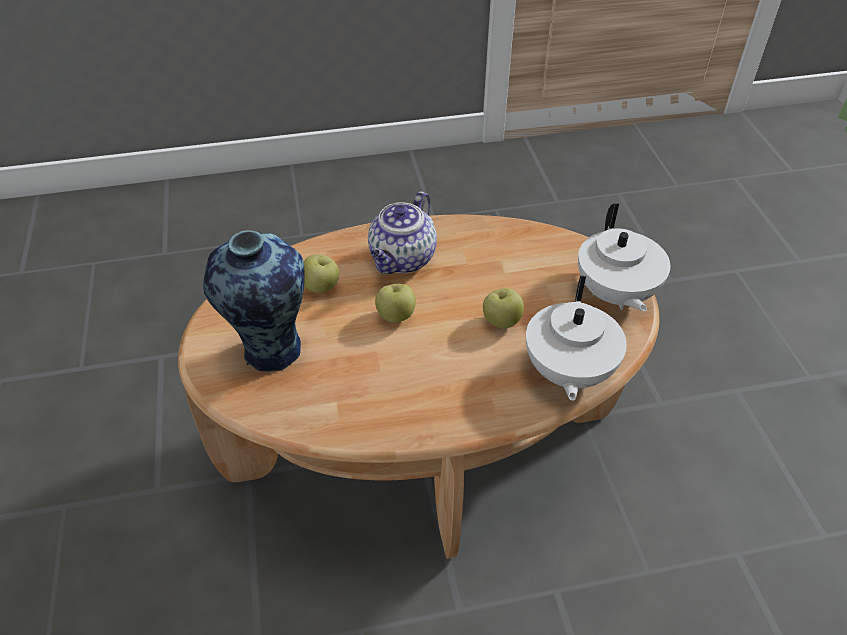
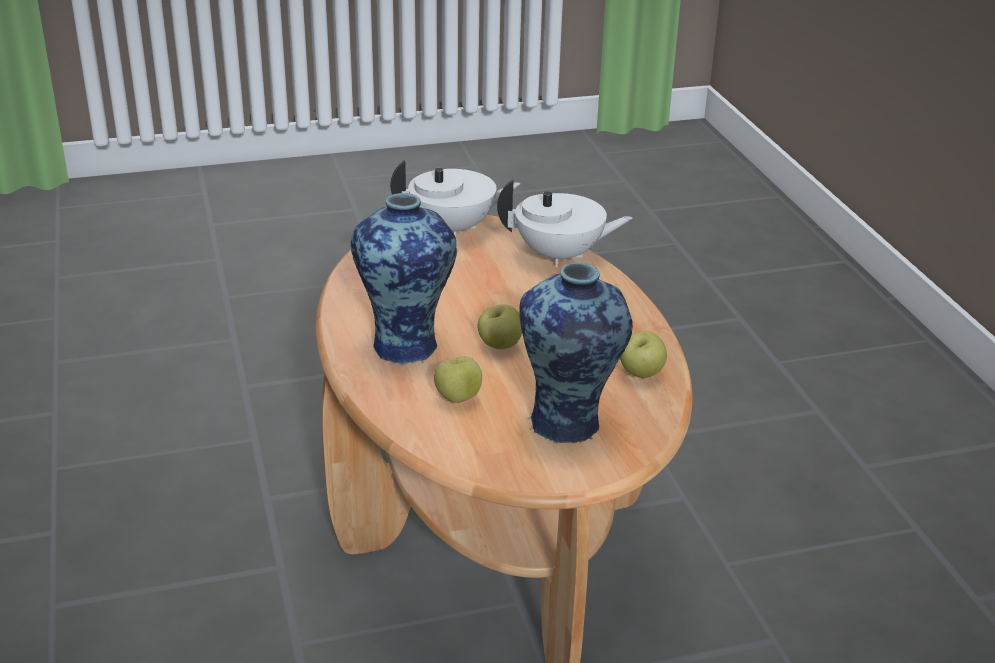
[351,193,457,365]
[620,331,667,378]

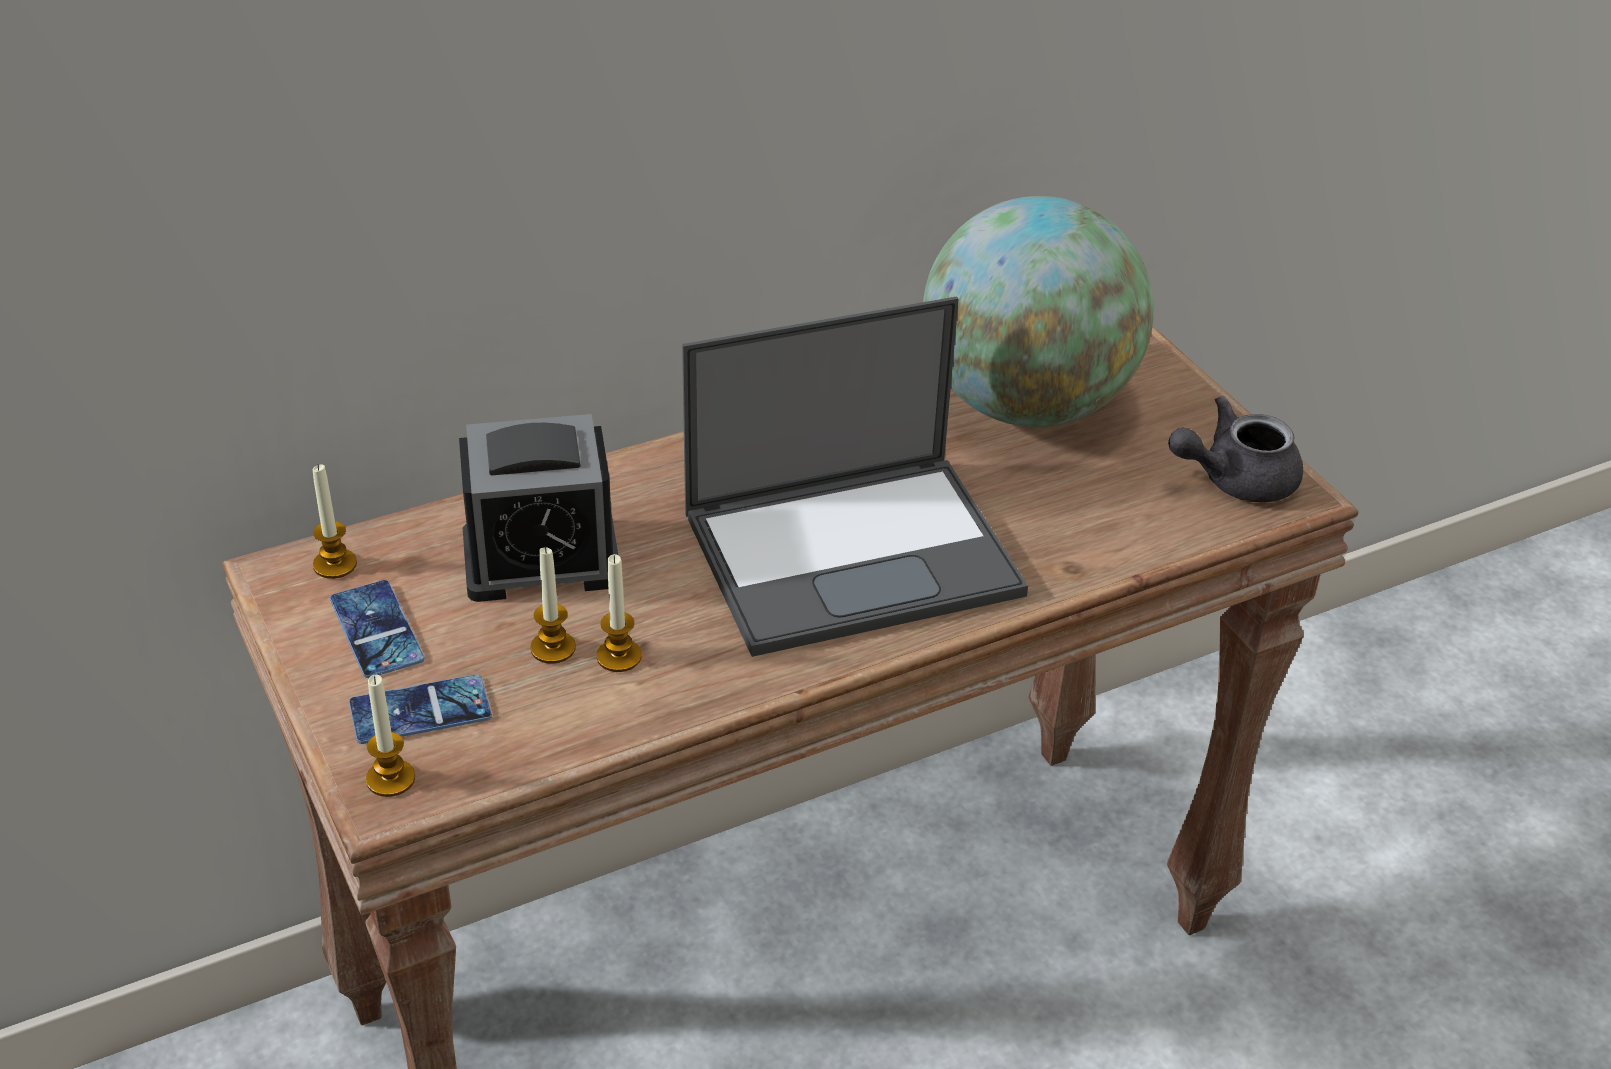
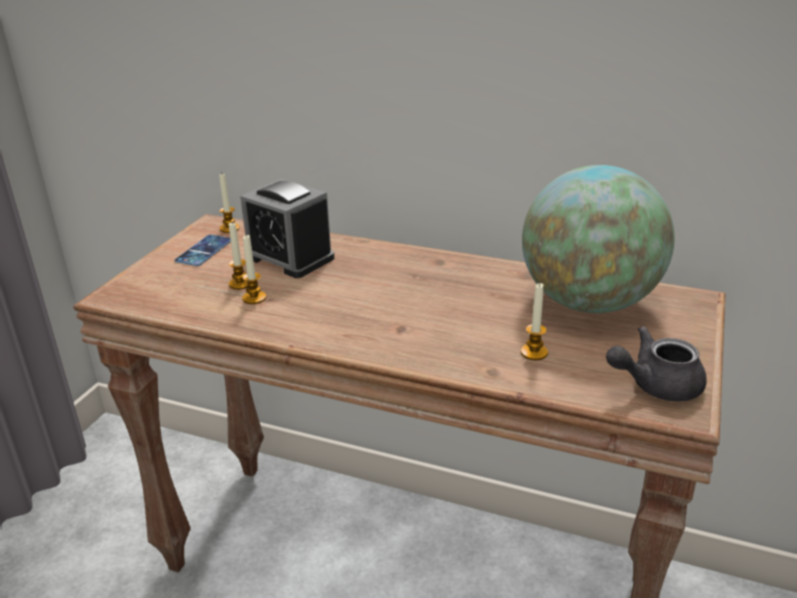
[521,283,548,360]
[606,326,707,402]
[349,674,492,744] (first image)
[682,297,1028,657] (first image)

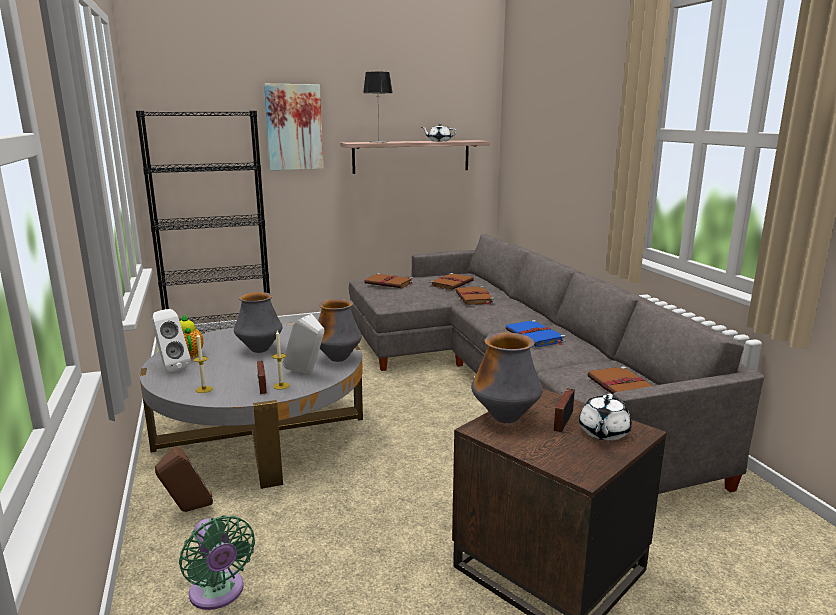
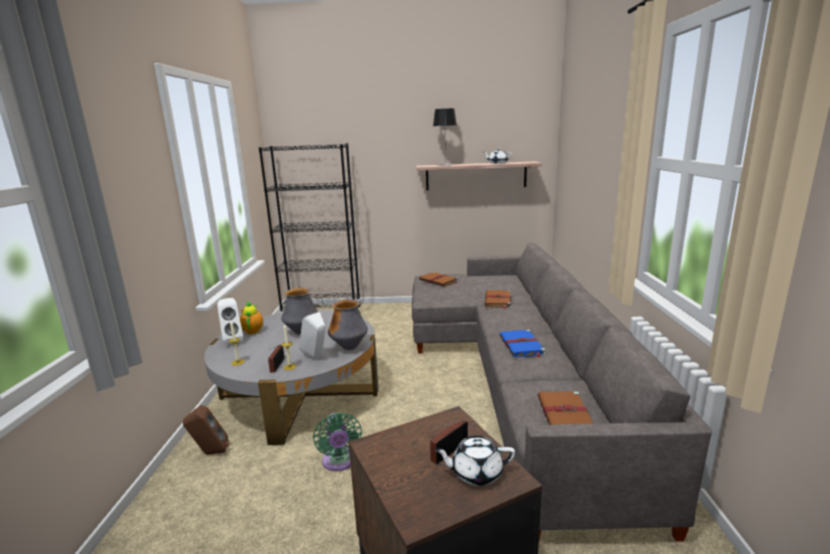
[313,412,362,471]
[434,436,515,486]
[264,84,324,170] (first image)
[429,273,474,290] (first image)
[471,333,543,423] (first image)

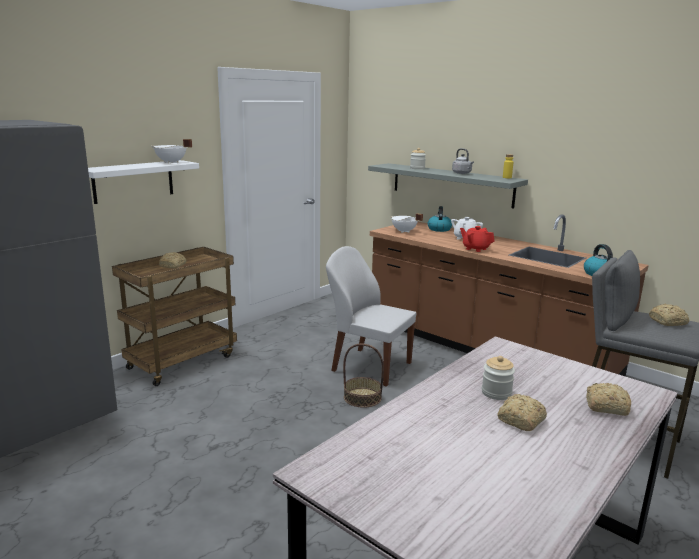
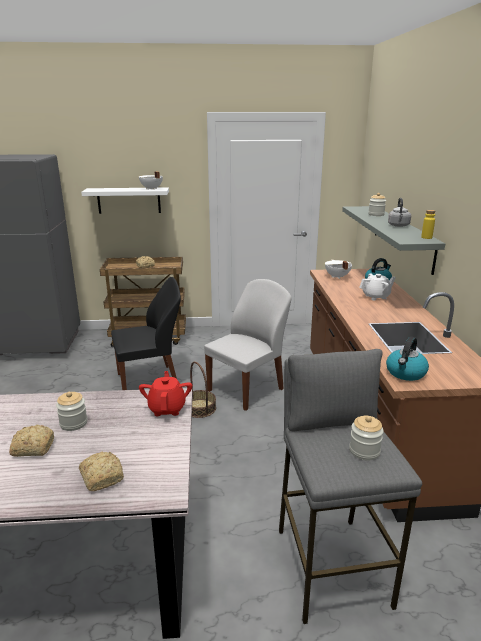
[111,277,181,390]
[139,371,192,416]
[204,279,292,411]
[349,416,384,461]

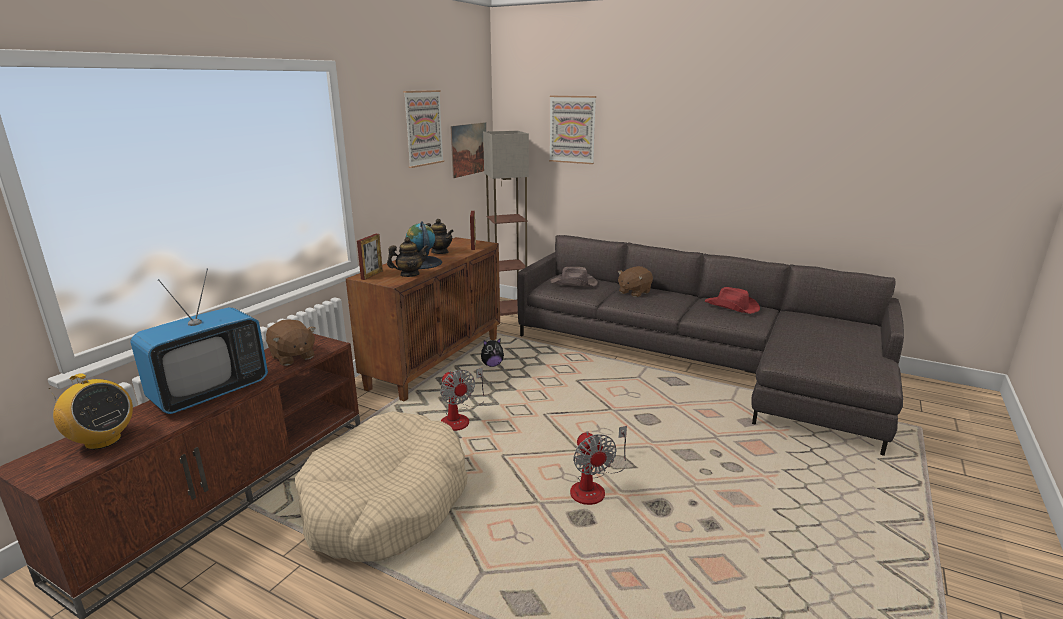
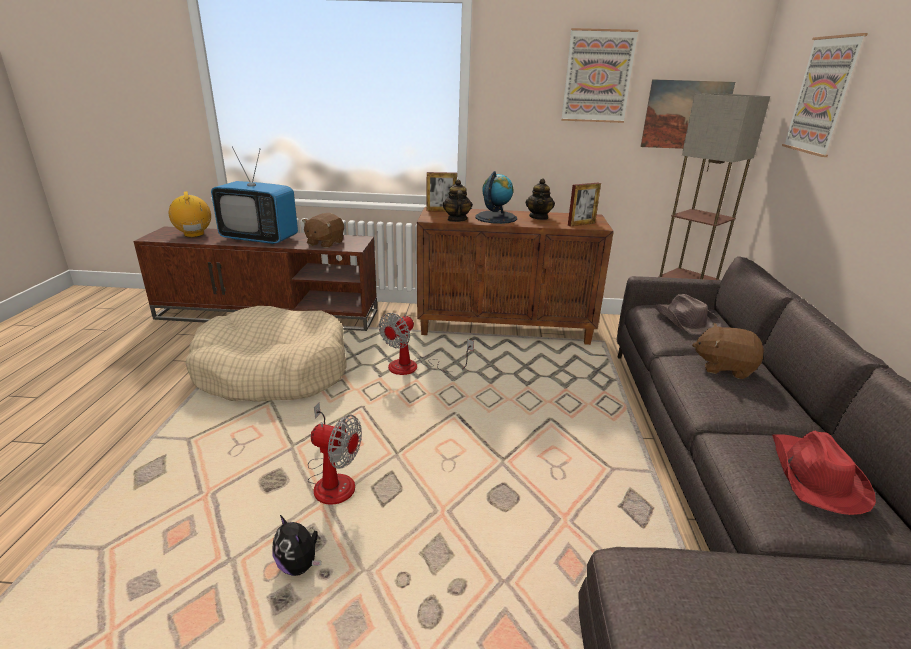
[169,191,211,237]
[272,515,321,576]
[308,402,362,505]
[443,180,473,222]

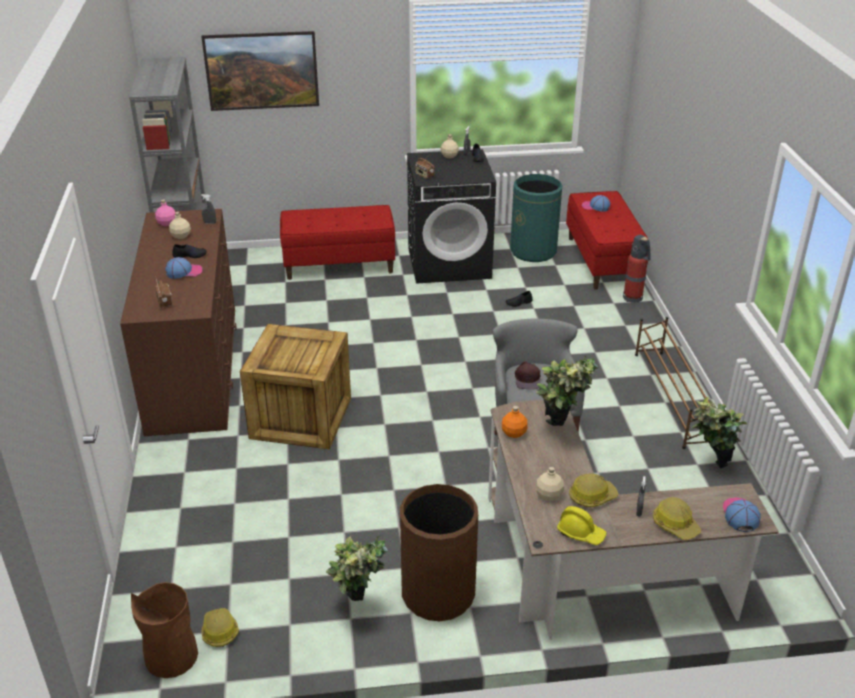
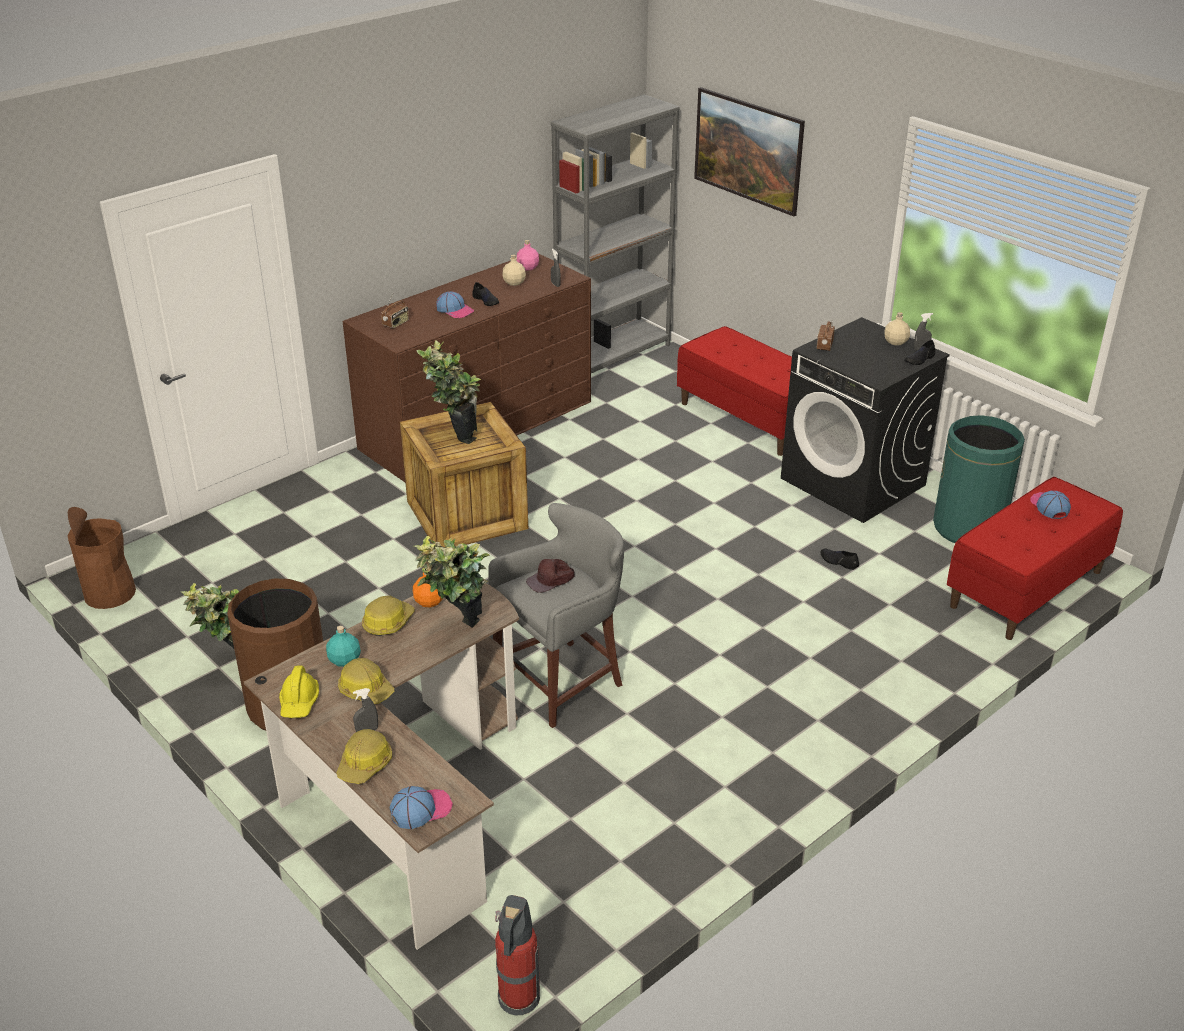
[326,626,361,667]
[362,595,414,636]
[416,340,481,444]
[495,895,540,1015]
[635,317,711,449] (first image)

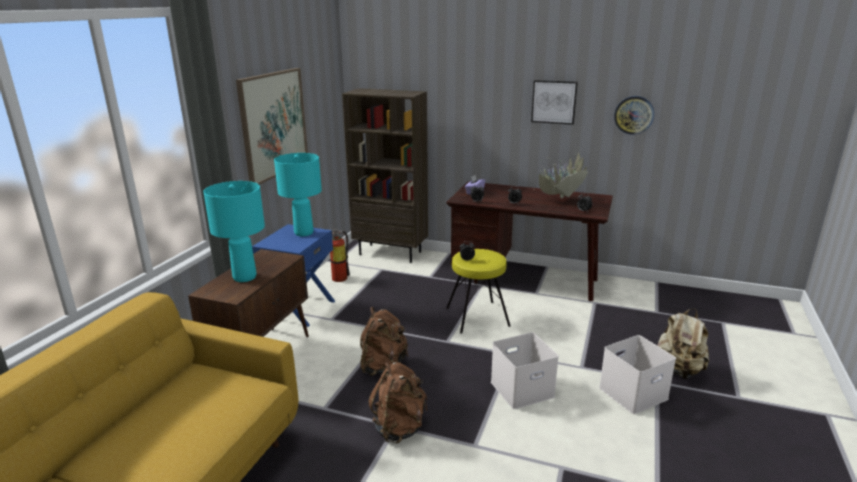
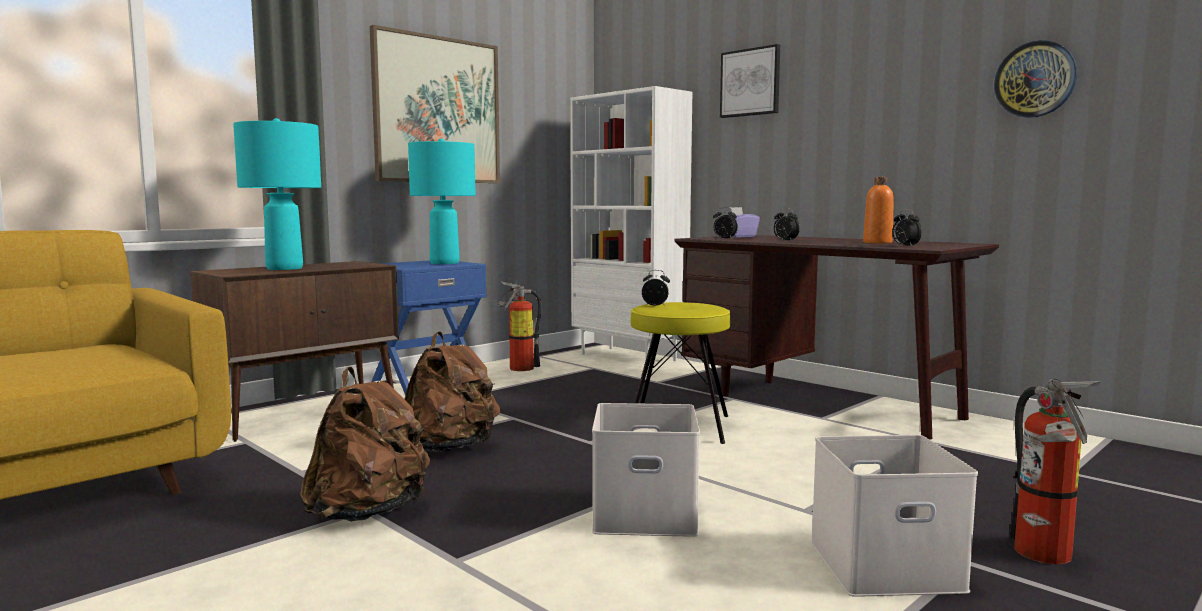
[570,86,692,368]
[720,44,780,118]
[863,177,894,244]
[1009,379,1101,564]

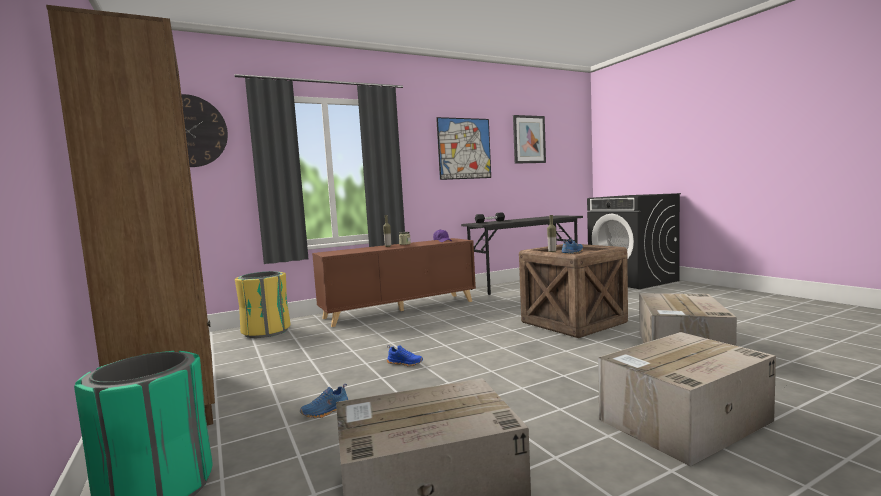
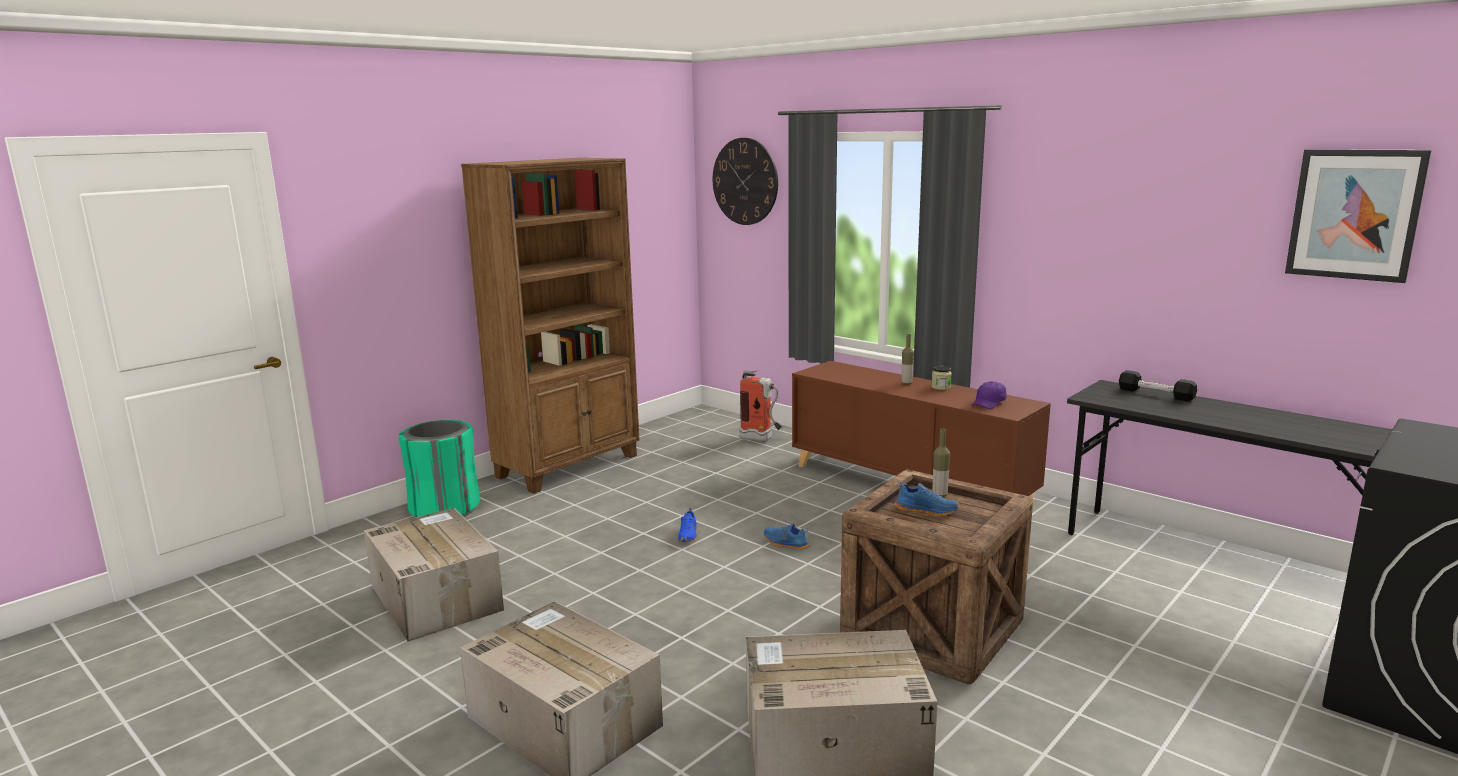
[740,370,783,442]
[764,523,809,550]
[436,117,491,180] (first image)

